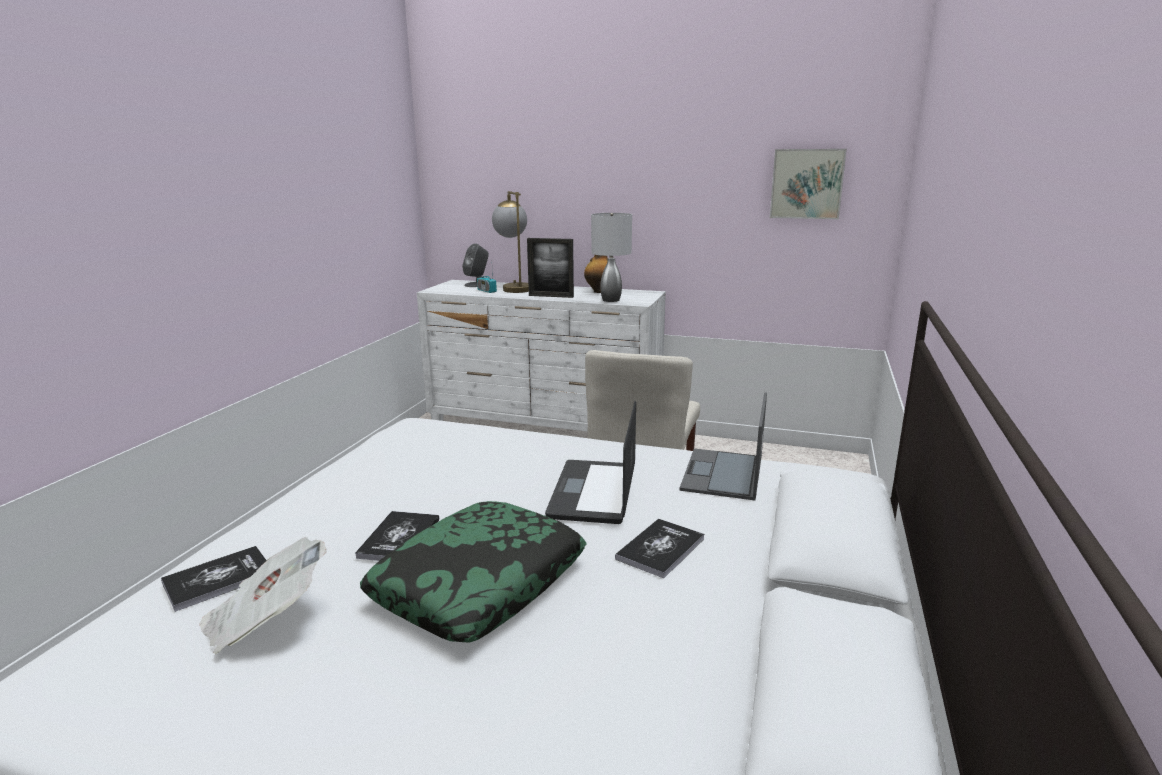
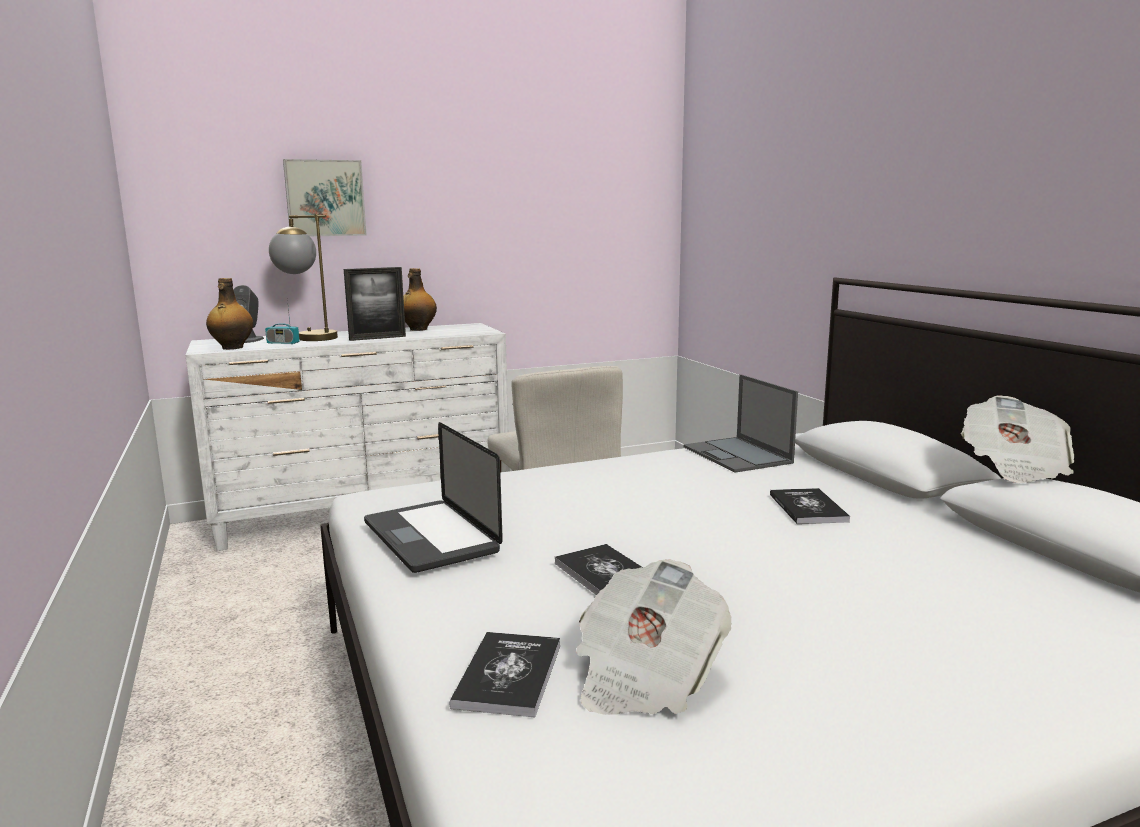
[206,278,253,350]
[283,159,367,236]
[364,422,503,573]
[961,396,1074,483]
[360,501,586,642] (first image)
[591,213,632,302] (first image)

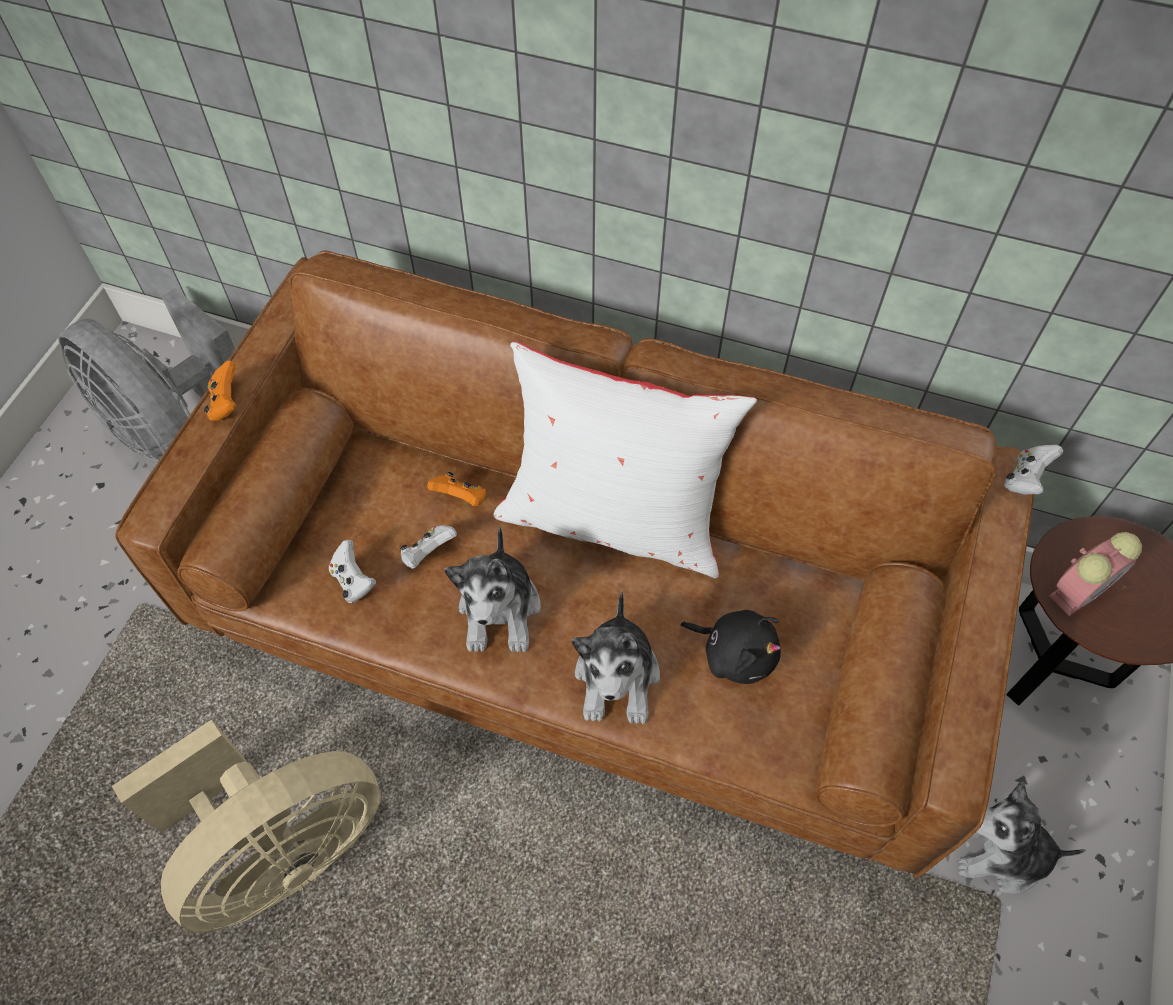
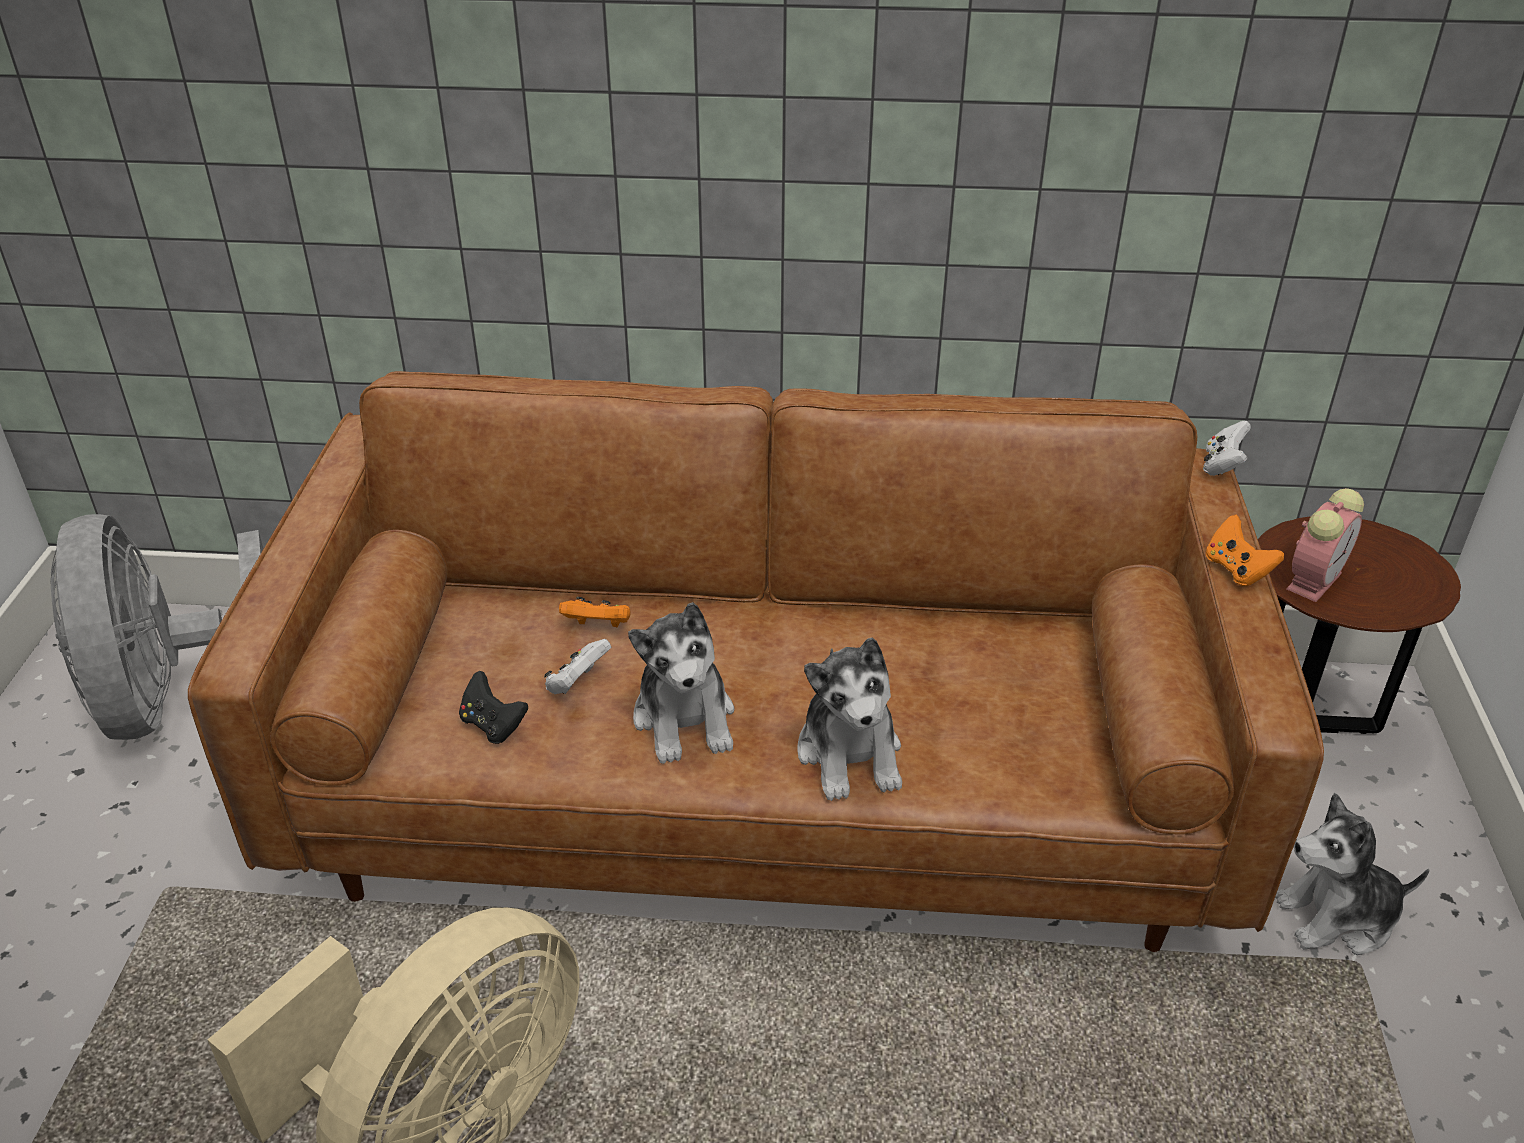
[50,514,264,740]
[459,671,528,744]
[1206,514,1284,586]
[493,341,757,578] (first image)
[680,610,781,684] (first image)

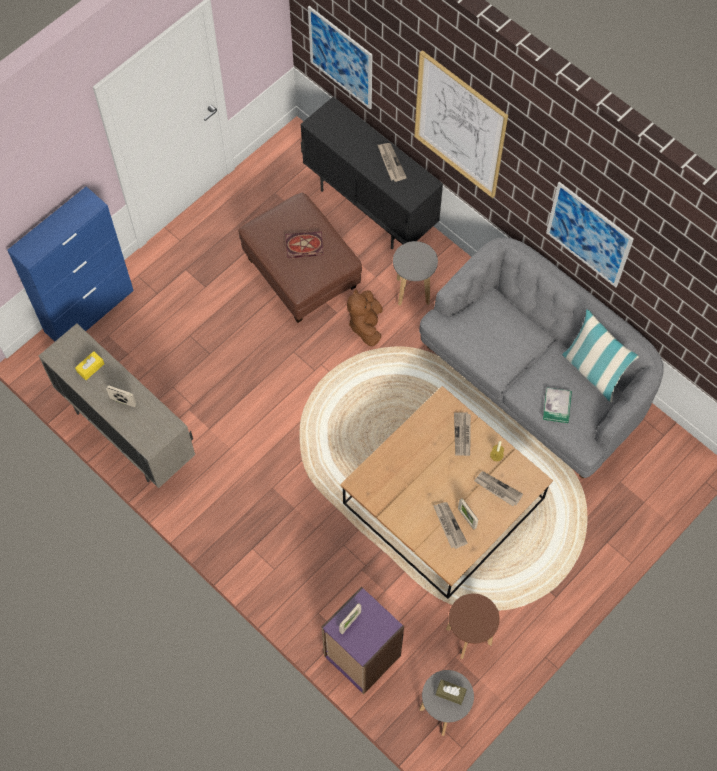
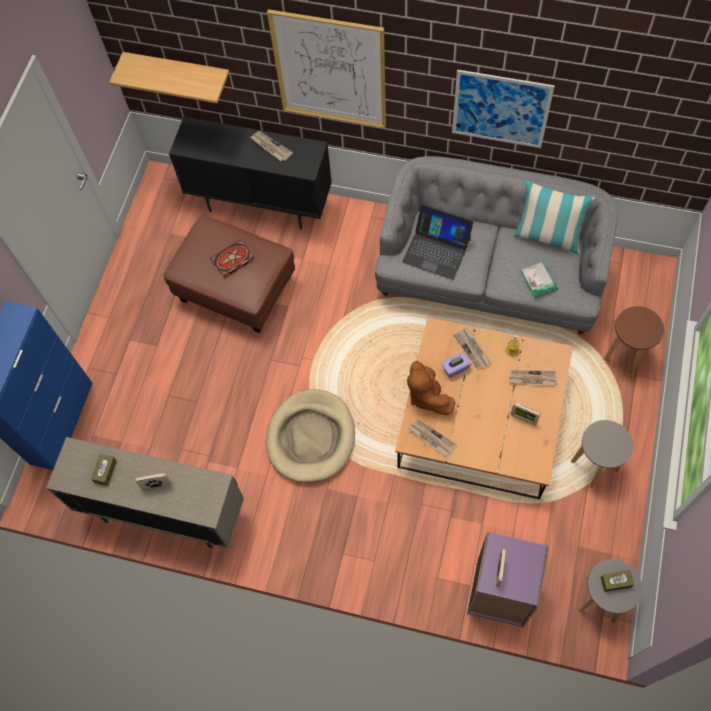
[91,454,117,486]
[109,52,229,103]
[266,389,355,483]
[402,204,474,280]
[407,361,455,415]
[408,419,457,457]
[441,353,471,378]
[571,420,633,488]
[603,306,664,376]

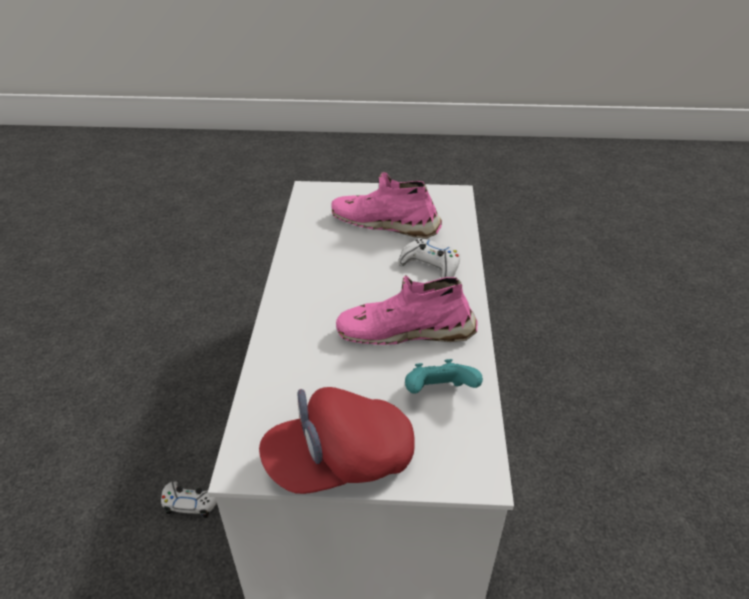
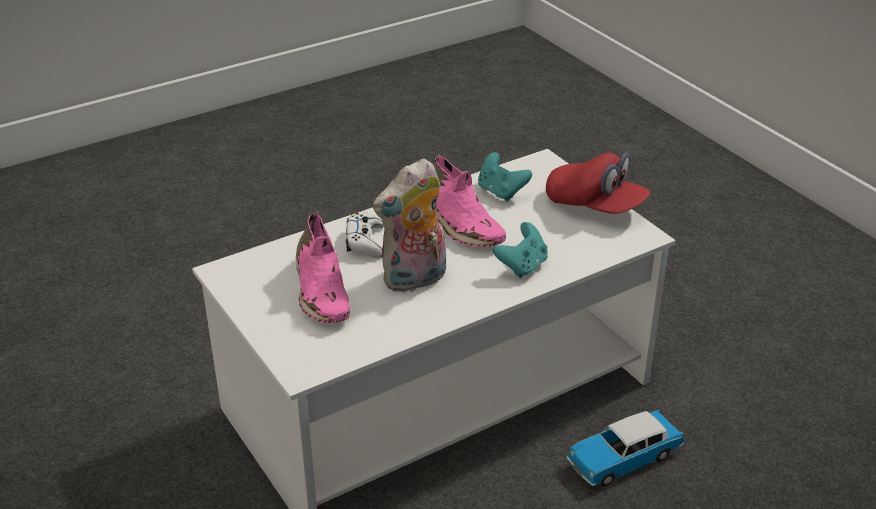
[373,158,446,292]
[493,222,548,278]
[567,410,684,487]

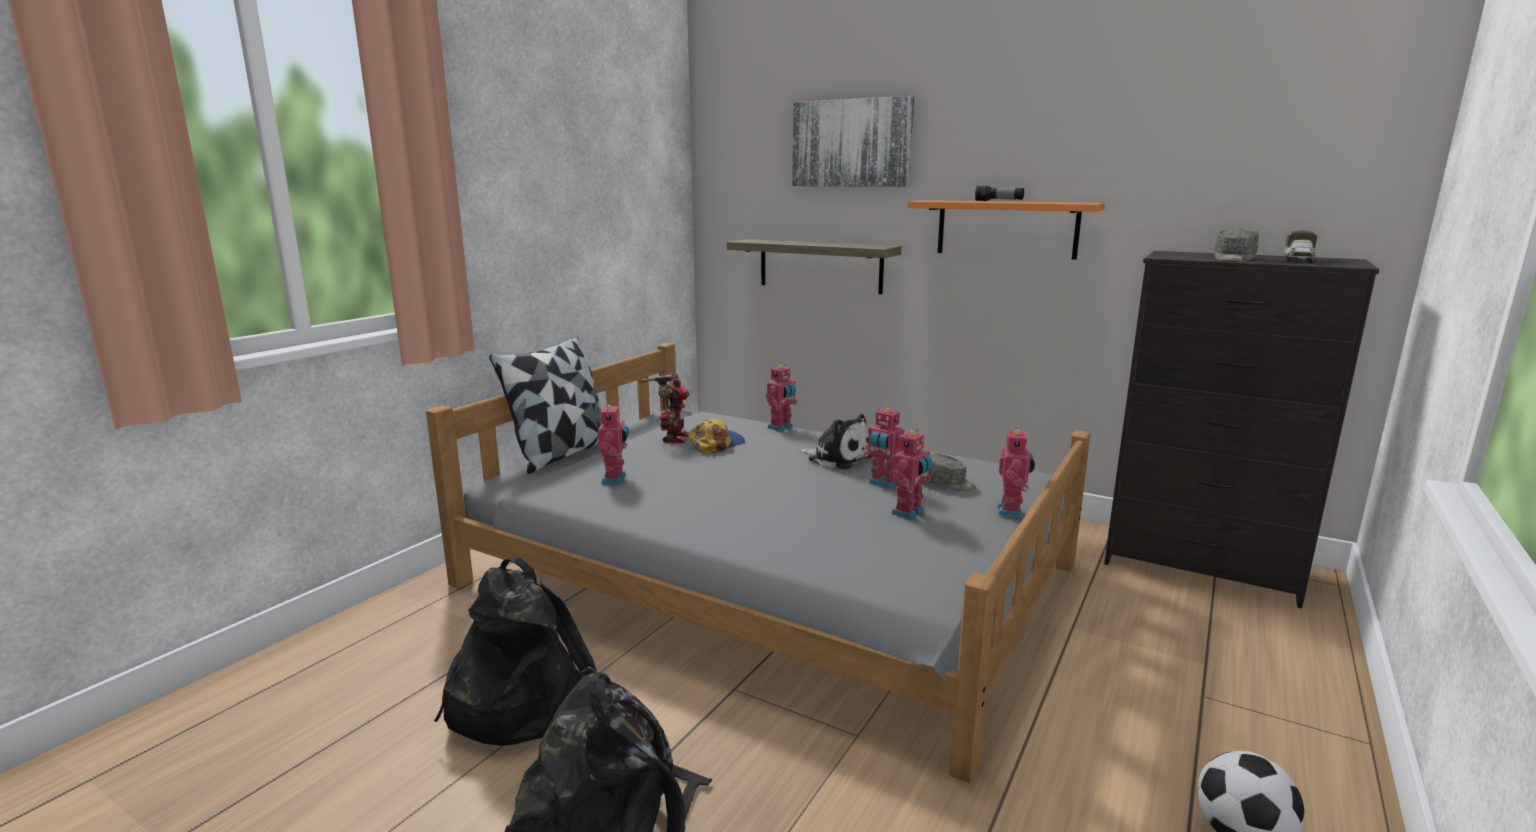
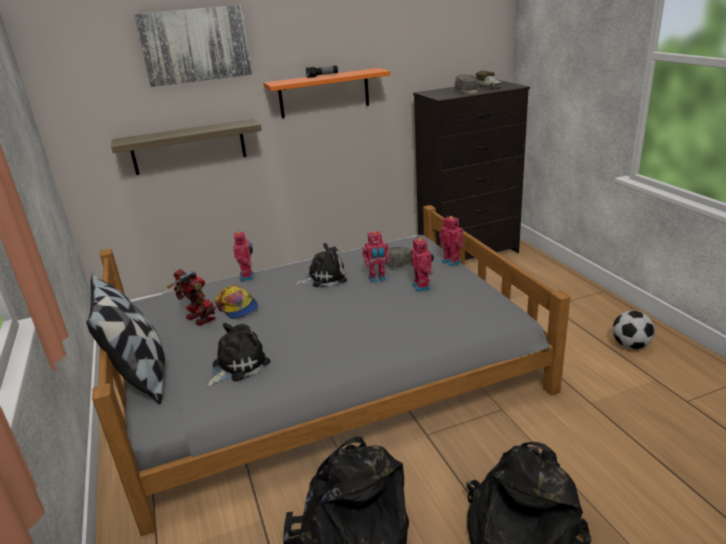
[206,323,270,387]
[214,285,258,319]

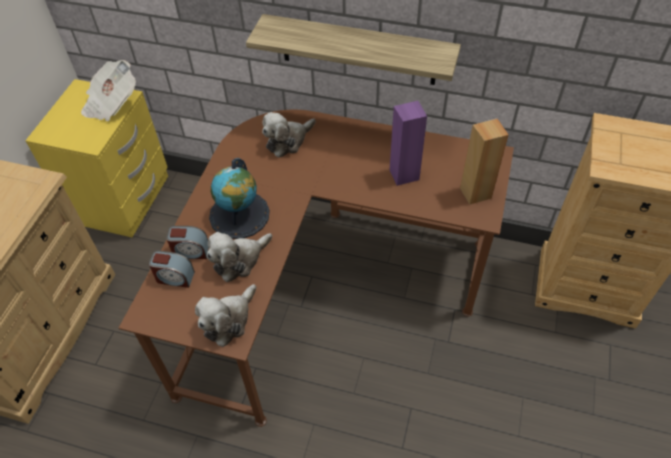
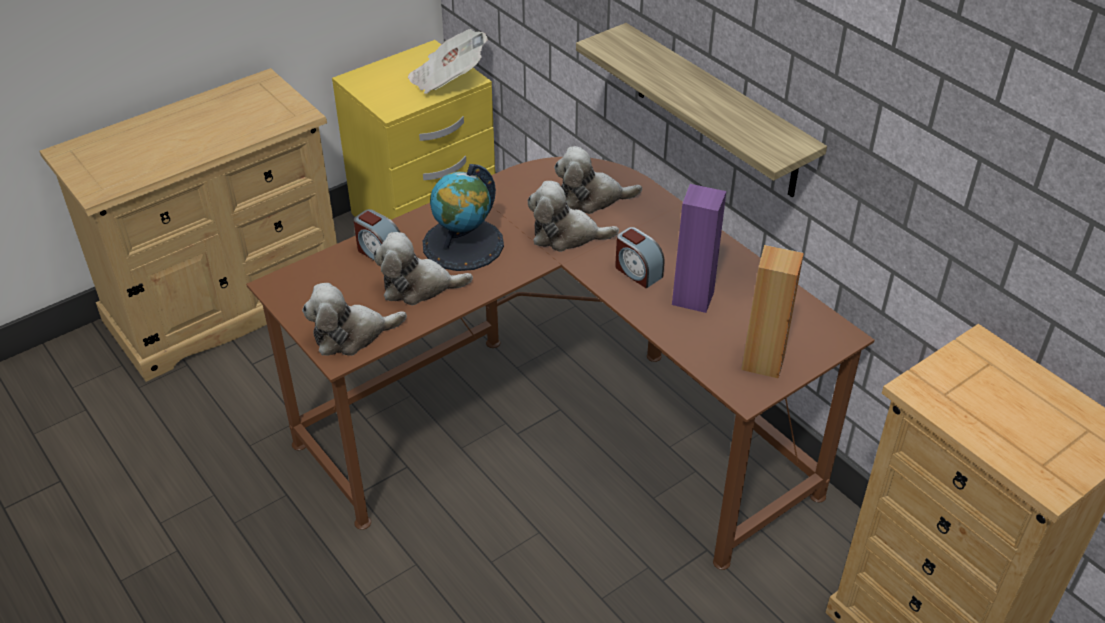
[528,181,619,252]
[615,227,664,289]

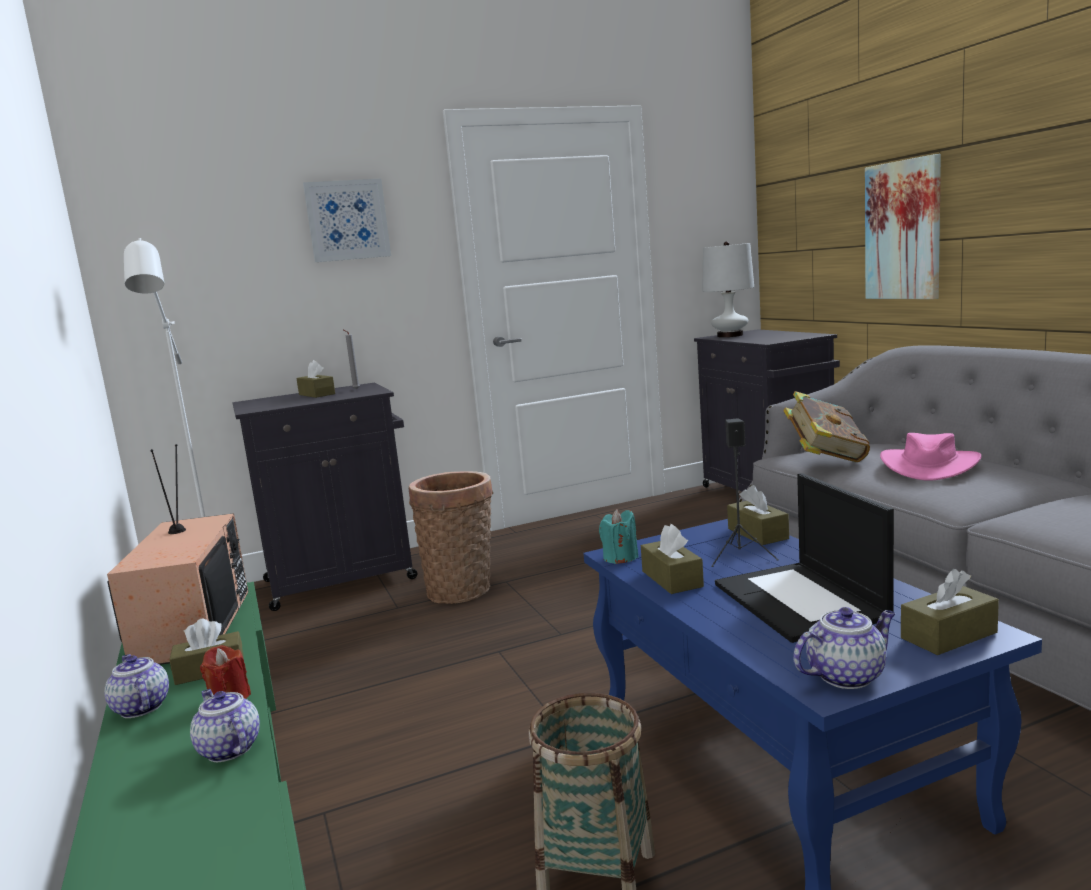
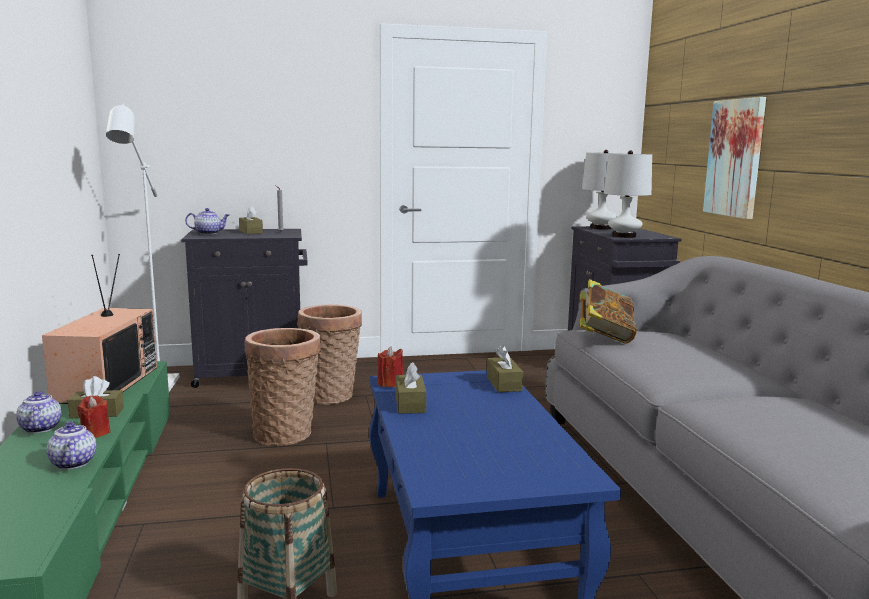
[185,208,229,235]
[244,328,321,446]
[378,347,403,387]
[604,150,652,238]
[303,179,391,262] (first image)
[711,418,779,567] (first image)
[715,473,894,643] (first image)
[880,433,982,481] (first image)
[901,569,999,655] (first image)

